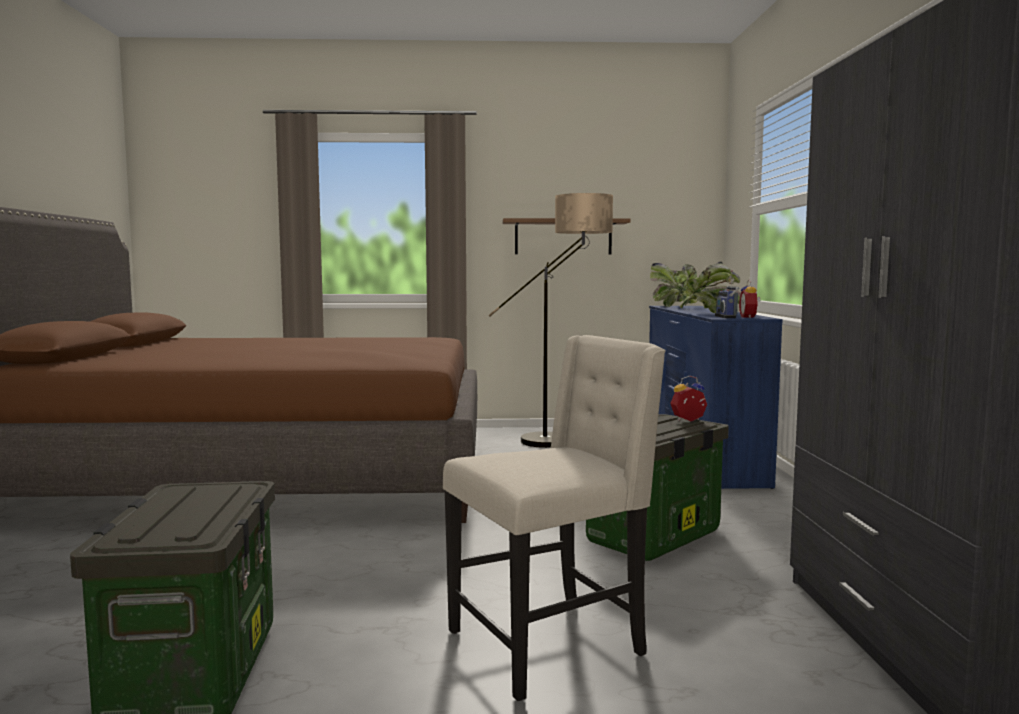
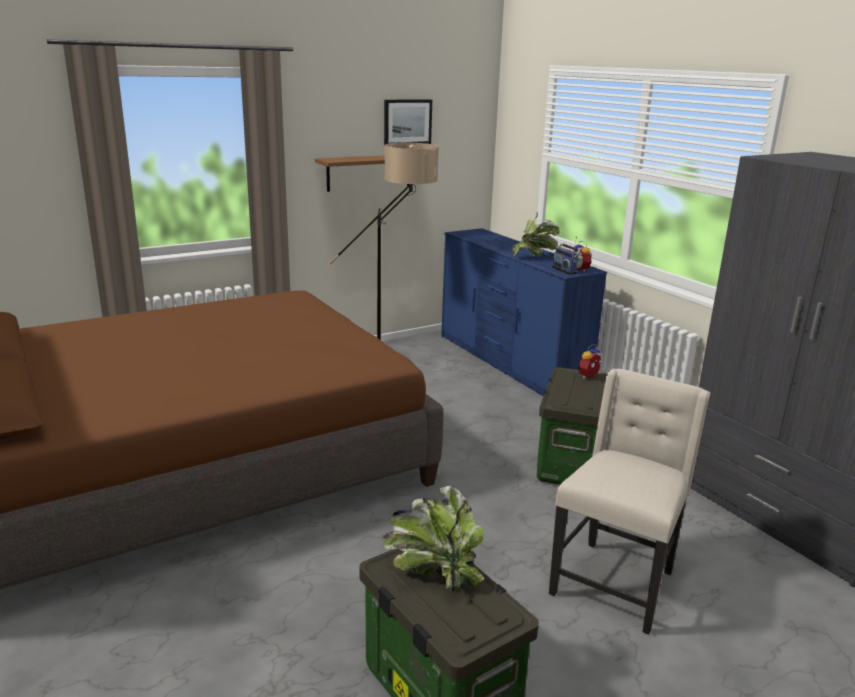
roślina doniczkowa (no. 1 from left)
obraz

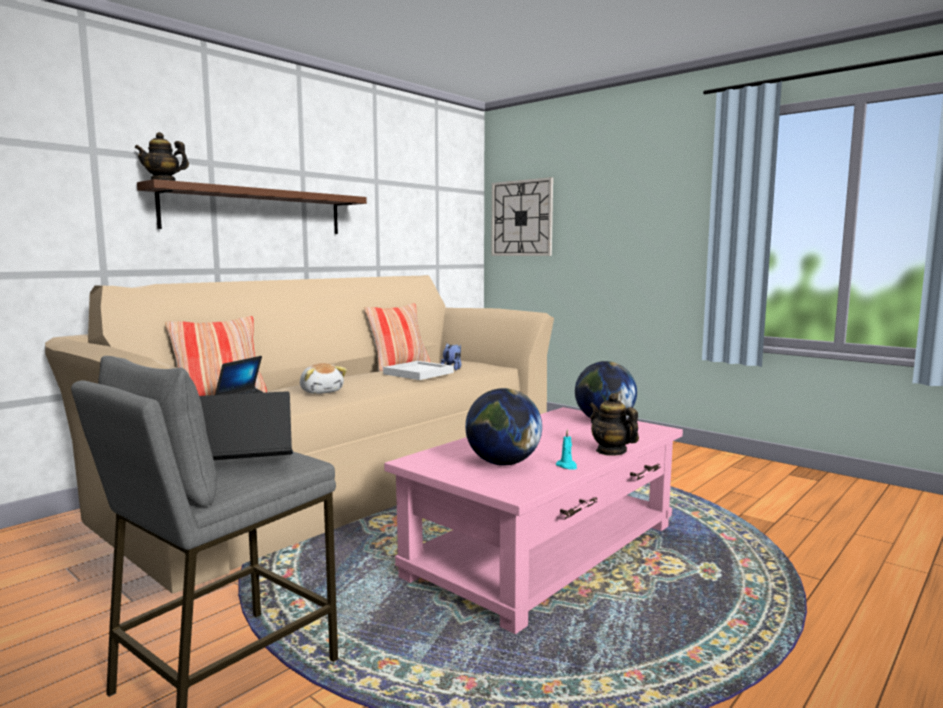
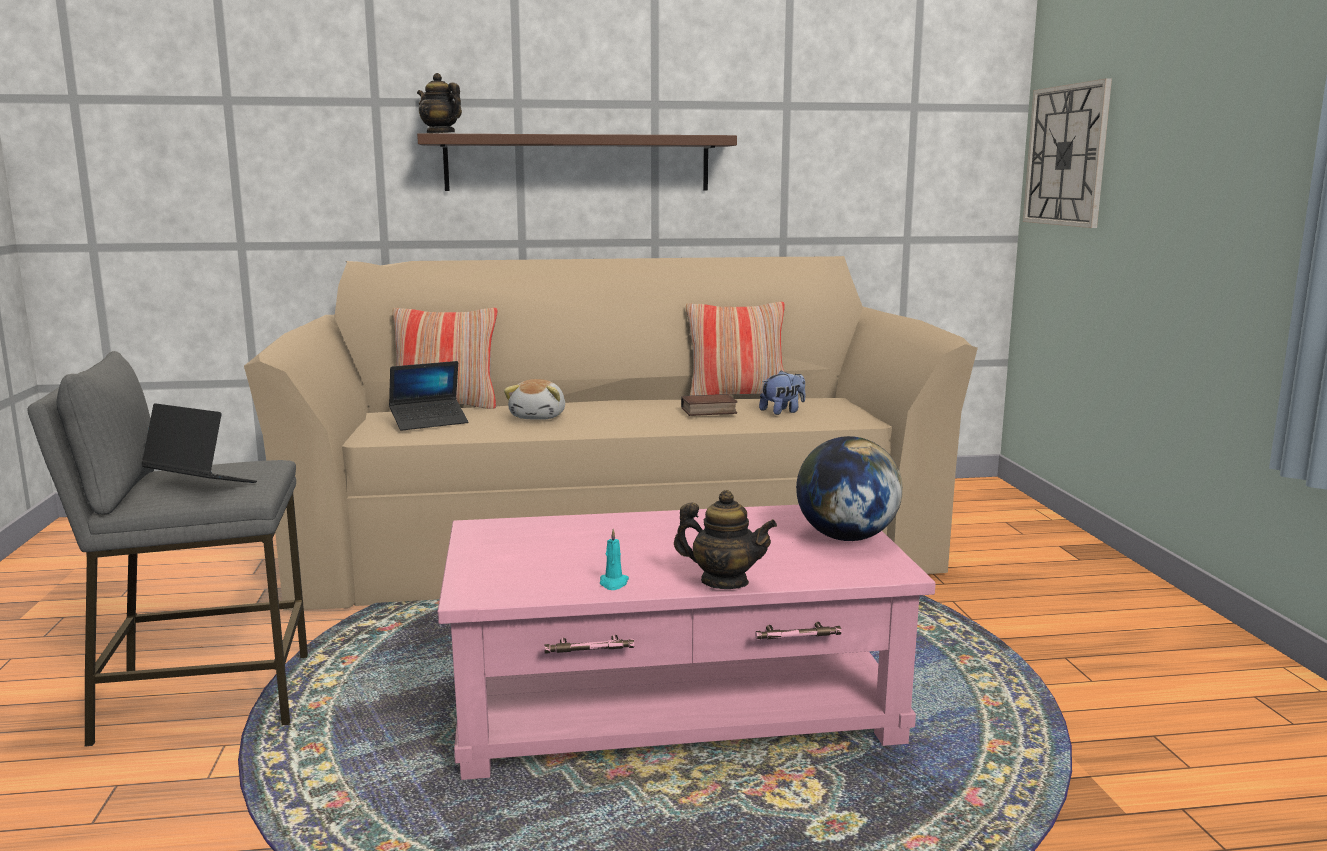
książka
globus (no. 1 from left in the first image)
imbryk (no. 2 from left)

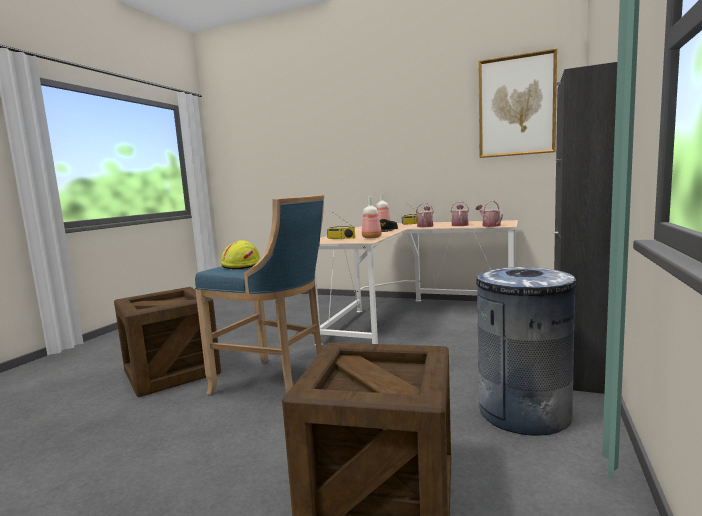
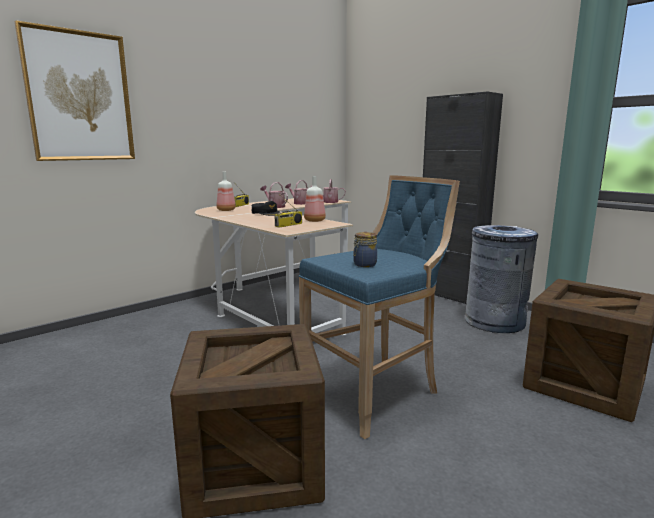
słoik
obraz

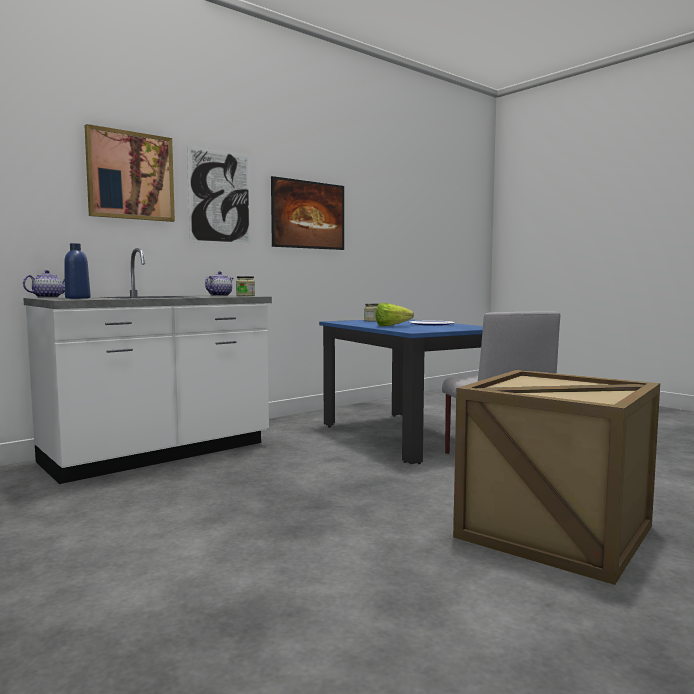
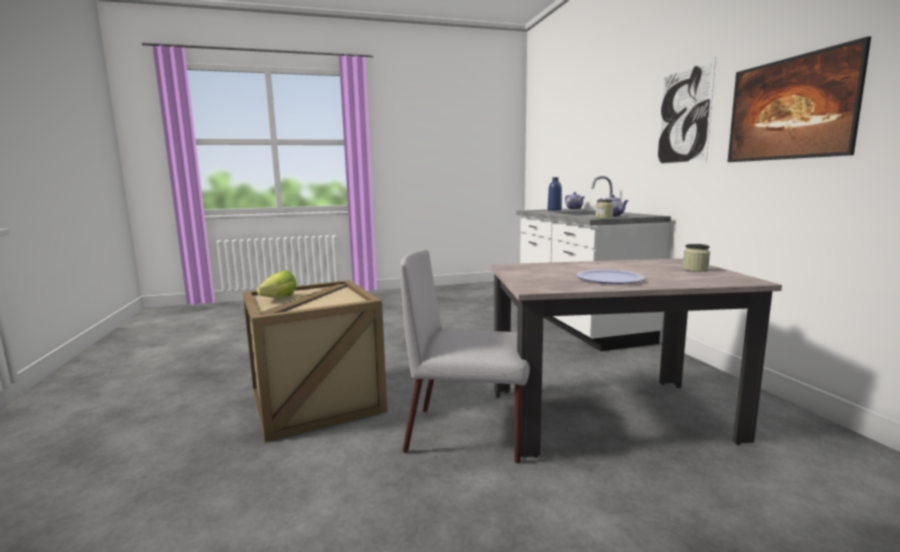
obraz (no. 1 from left in the first image)
stół jadalny [beżowy]
sałata

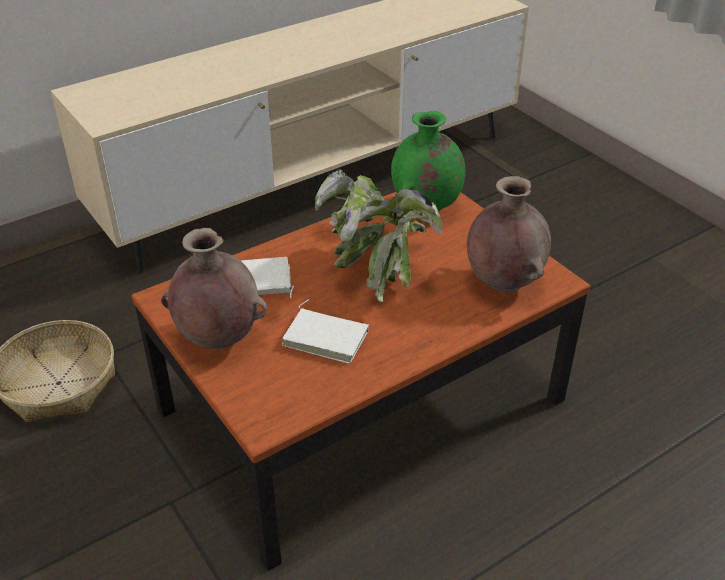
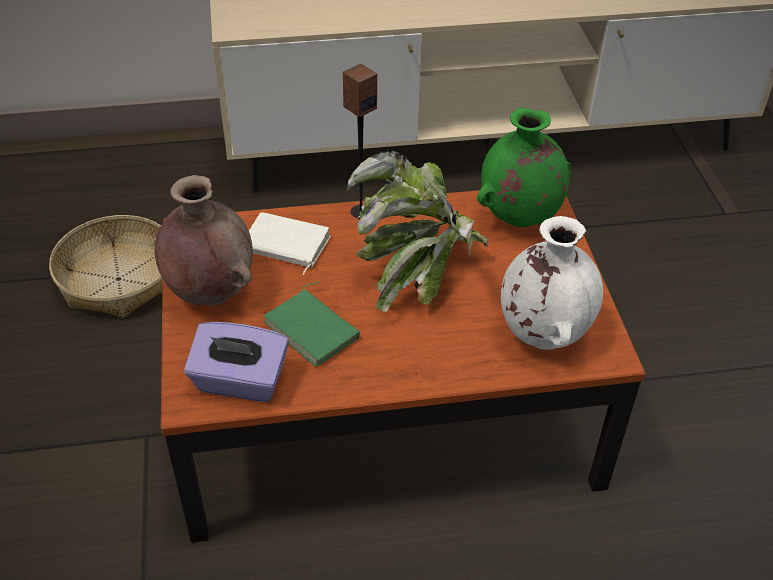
książka [zielony]
wazon [biały]
pudełko chusteczek [fioletowy]
głośnik

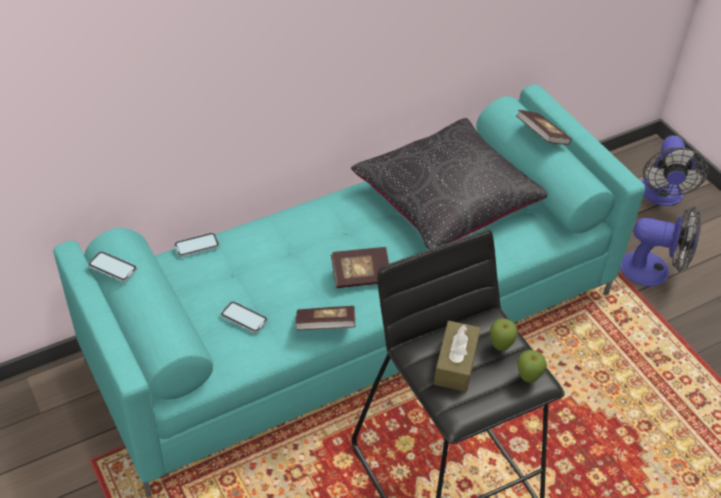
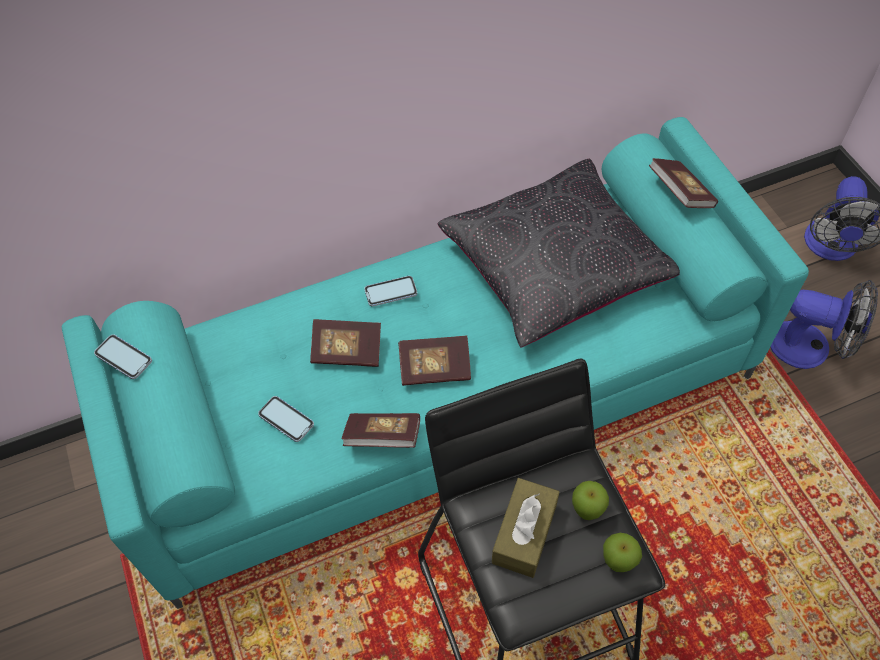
telefon (no. 3 from left)
książka (no. 1 from left)

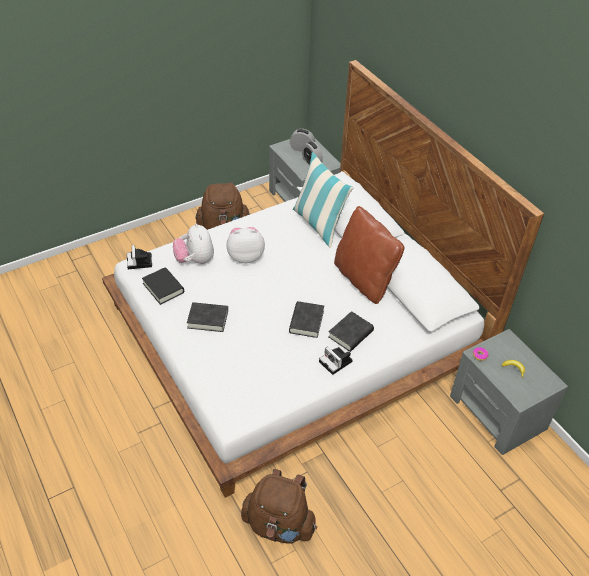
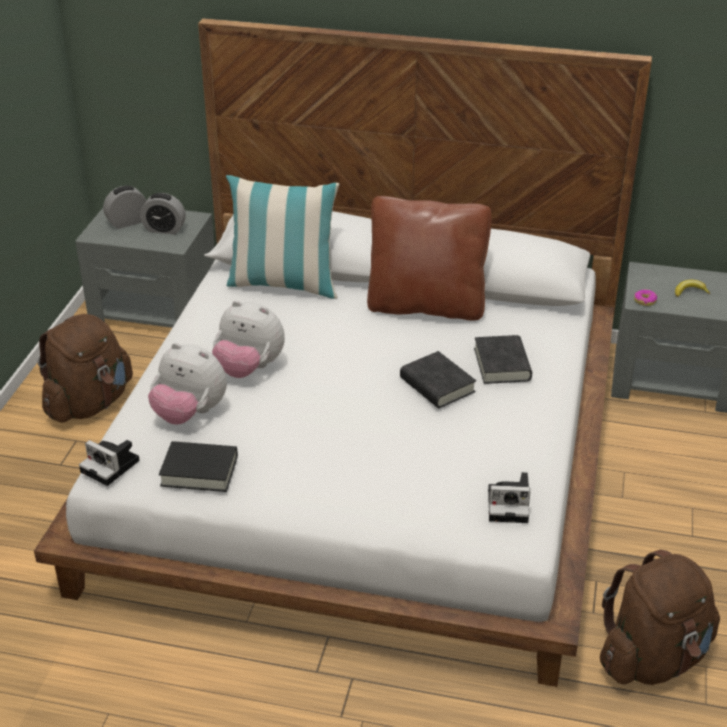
książka [czarny] (no. 2 from left in the first image)
pluszak (no. 2 from left)
aparat fotograficzny (no. 2 from left)

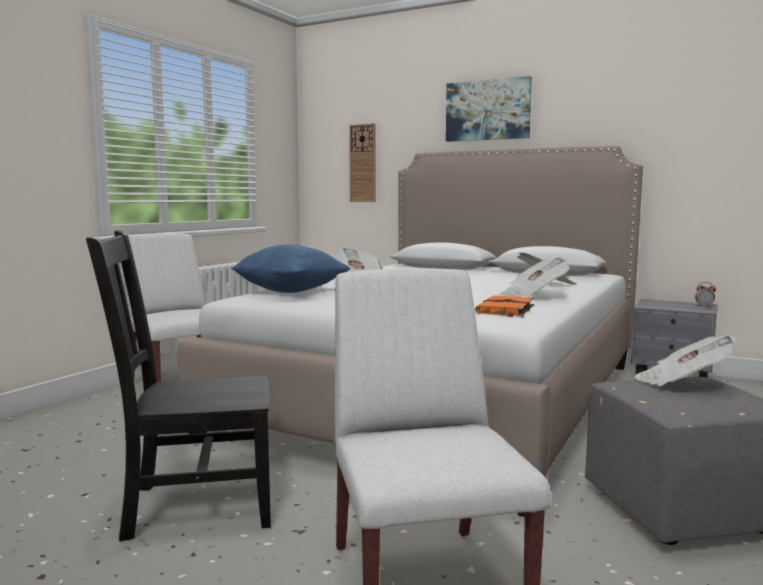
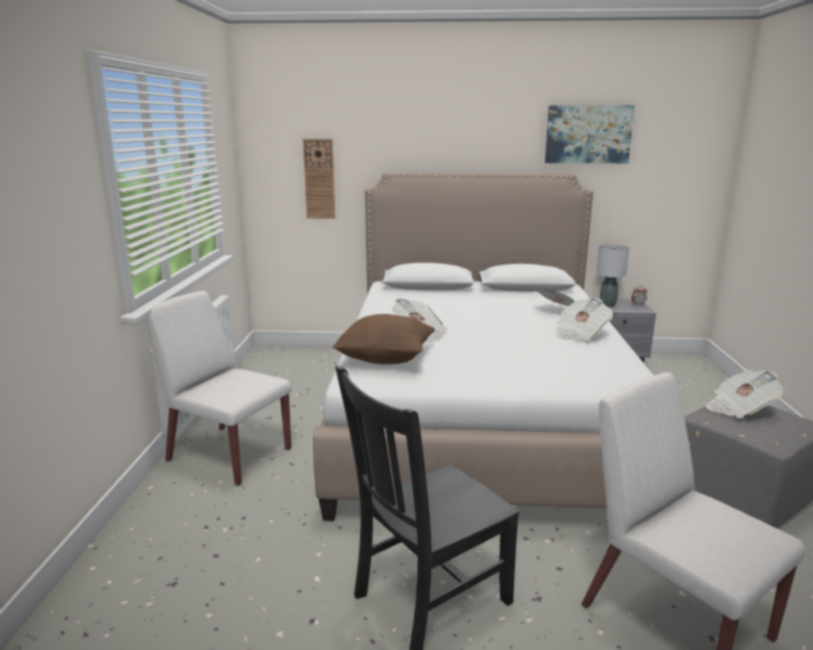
poduszka [brązowy]
obraz
książka [pomarańczowy]
lampa stołowa [szary]

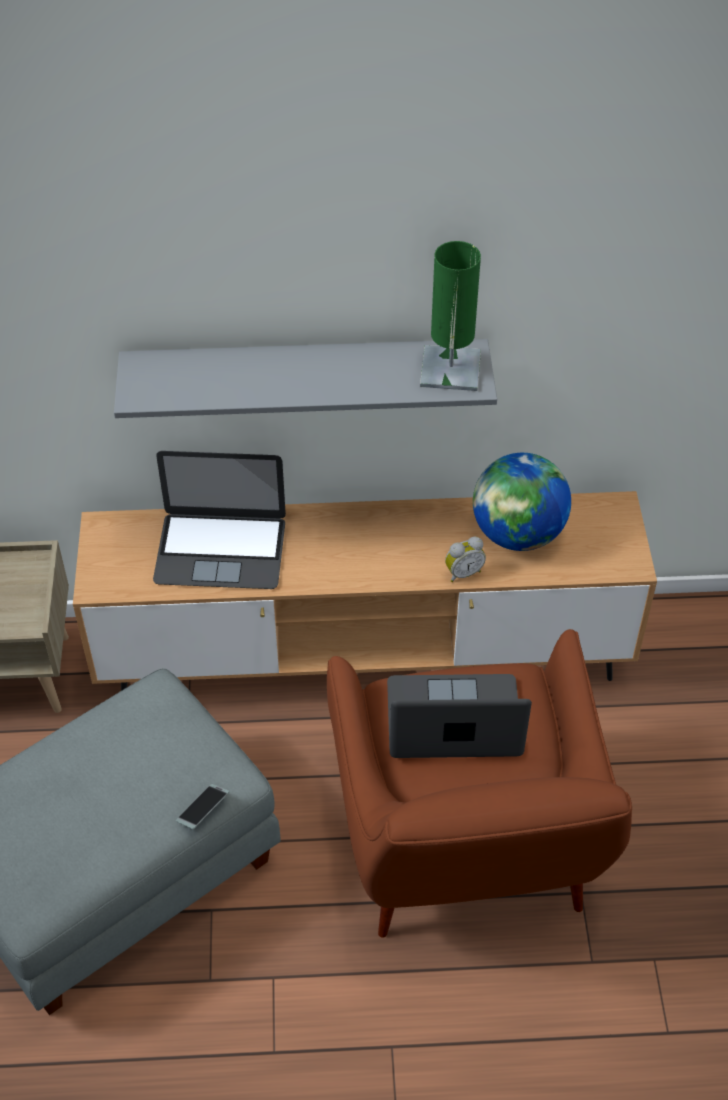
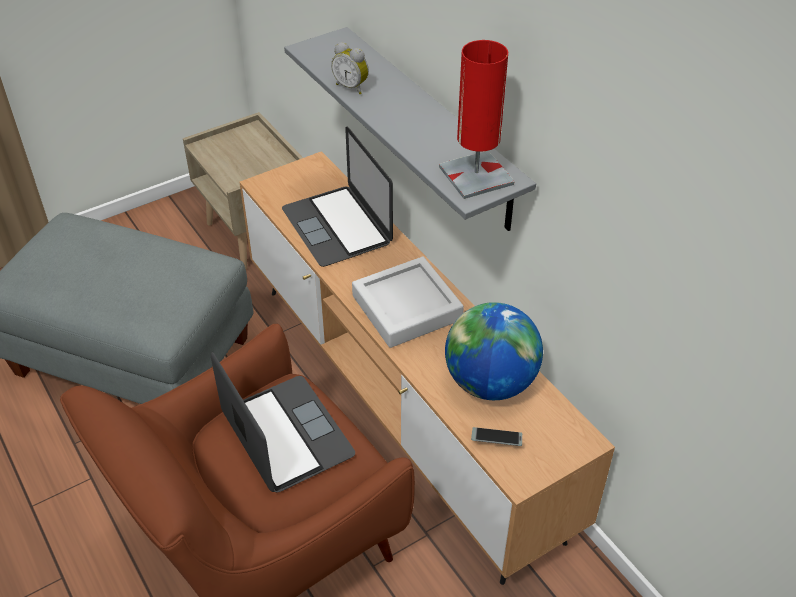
telefon
lampa stołowa [czerwony]
budzik
taca [szary]

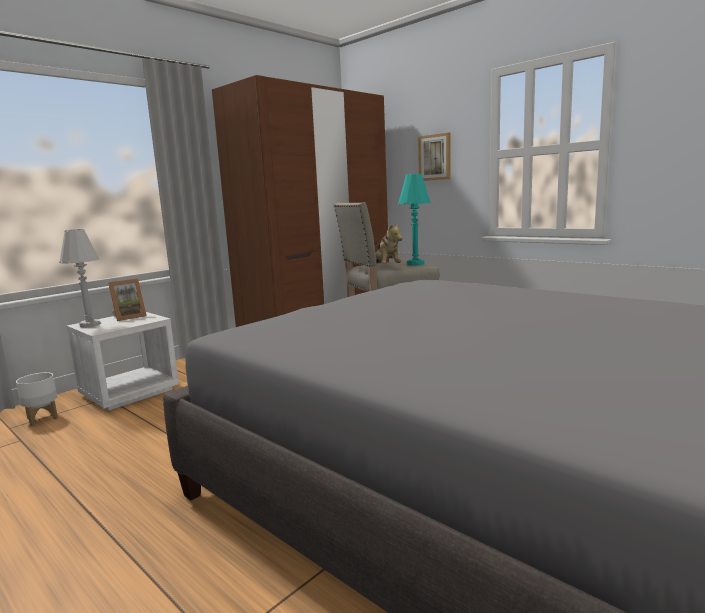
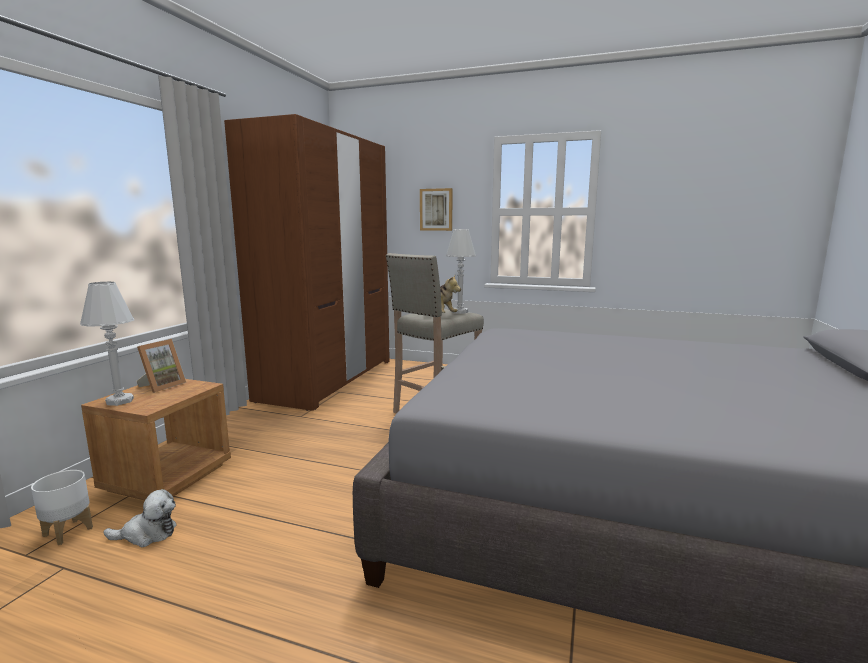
szafka nocna [brązowy]
lampa stołowa [biały] (no. 2 from left)
pluszak (no. 1 from left)

